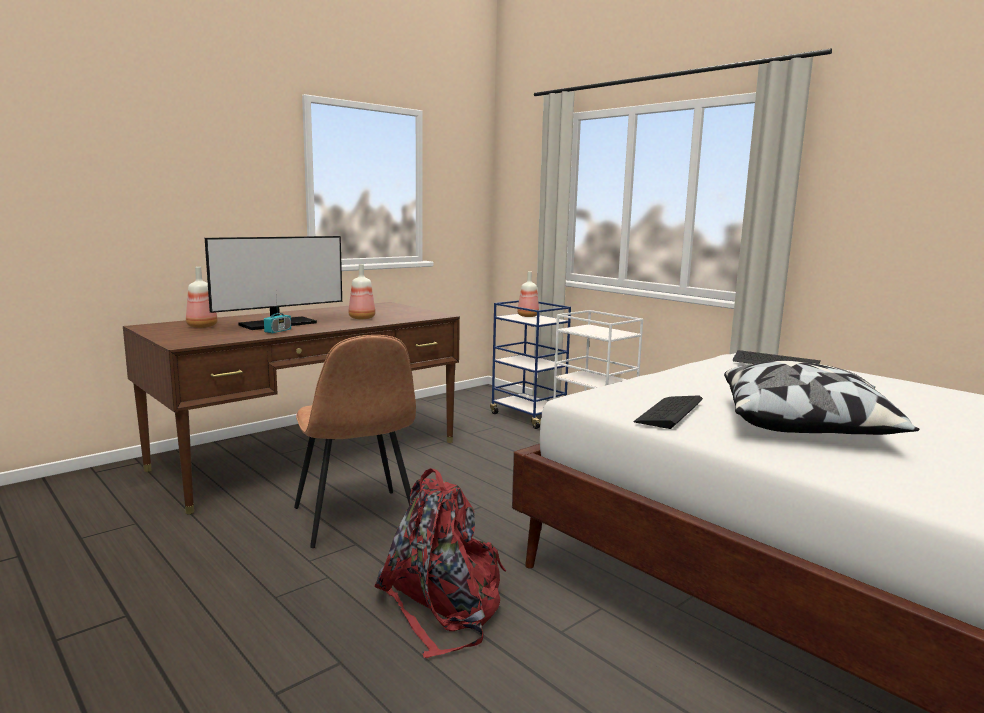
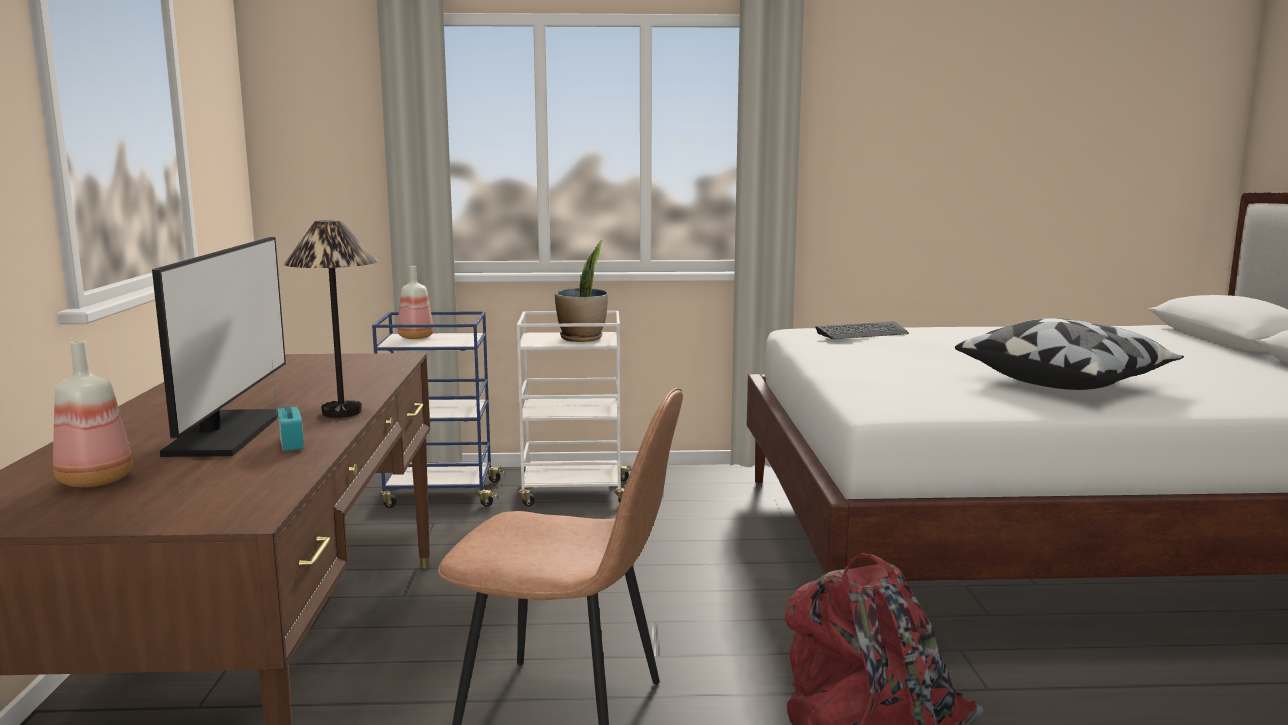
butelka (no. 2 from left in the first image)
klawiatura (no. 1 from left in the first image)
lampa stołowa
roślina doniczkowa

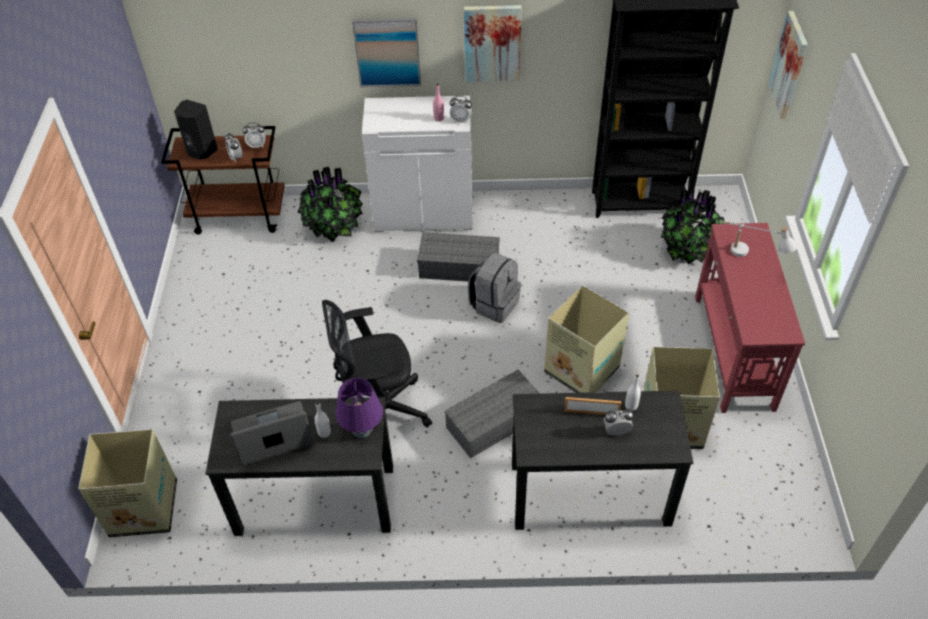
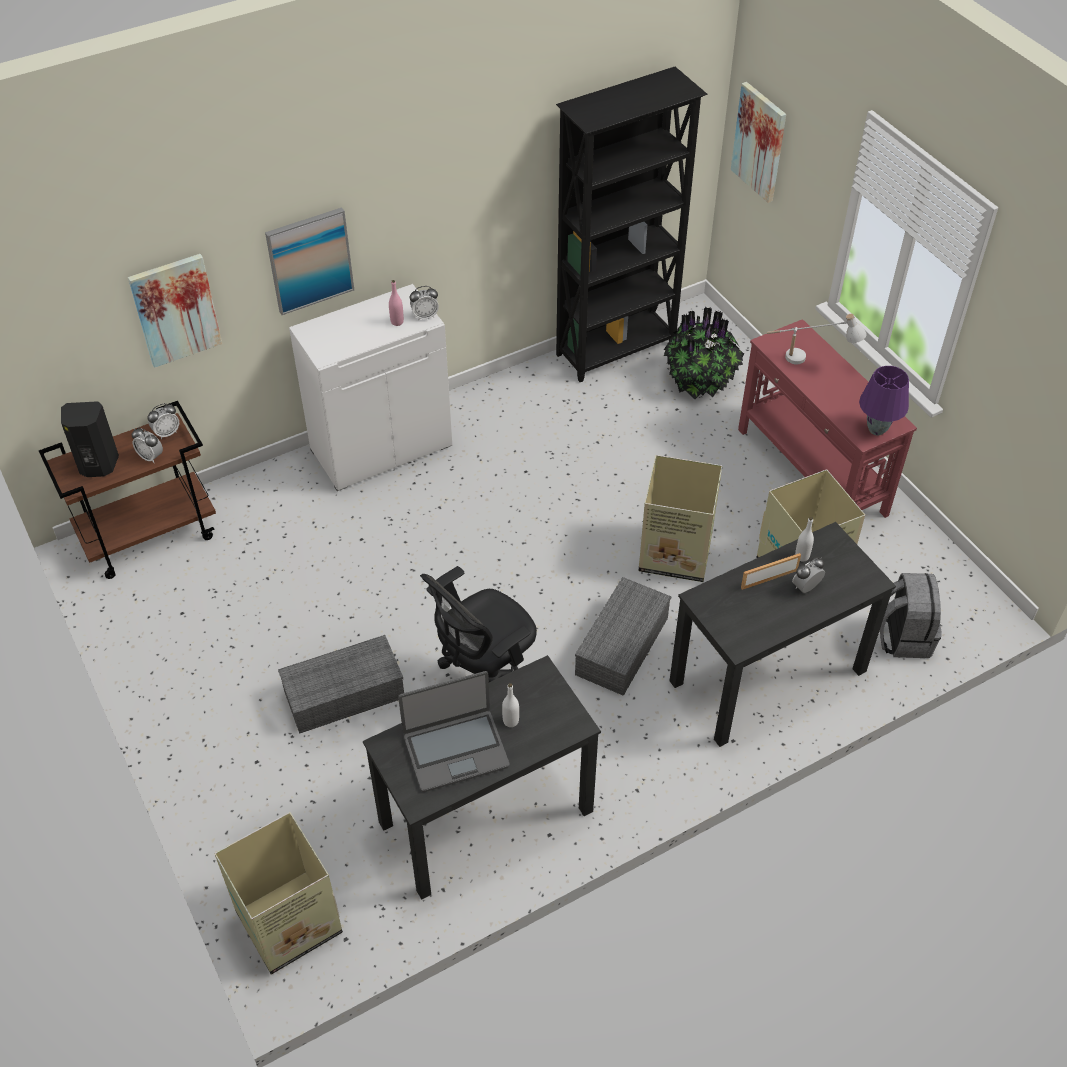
laptop
roślina doniczkowa (no. 1 from left in the first image)
lampa stołowa [fioletowy]
pojemnik do przechowywania [szary] (no. 1 from left)
obraz (no. 1 from left)
plecak [szary]

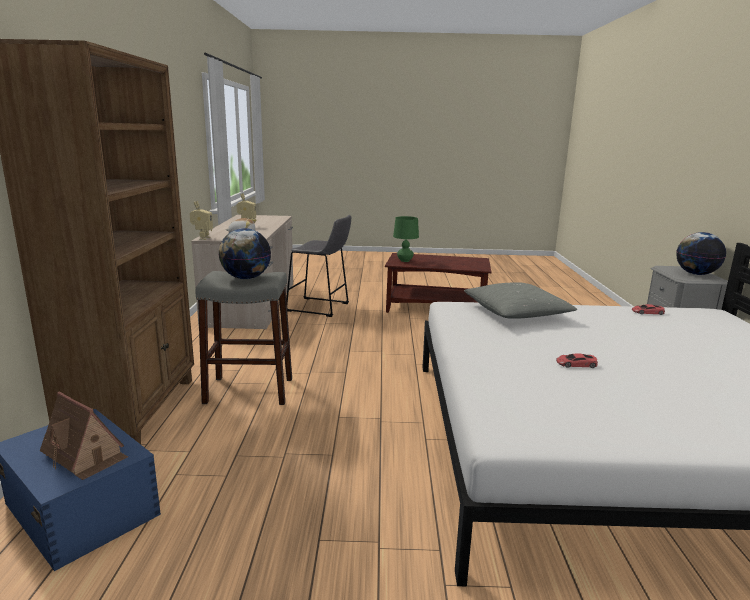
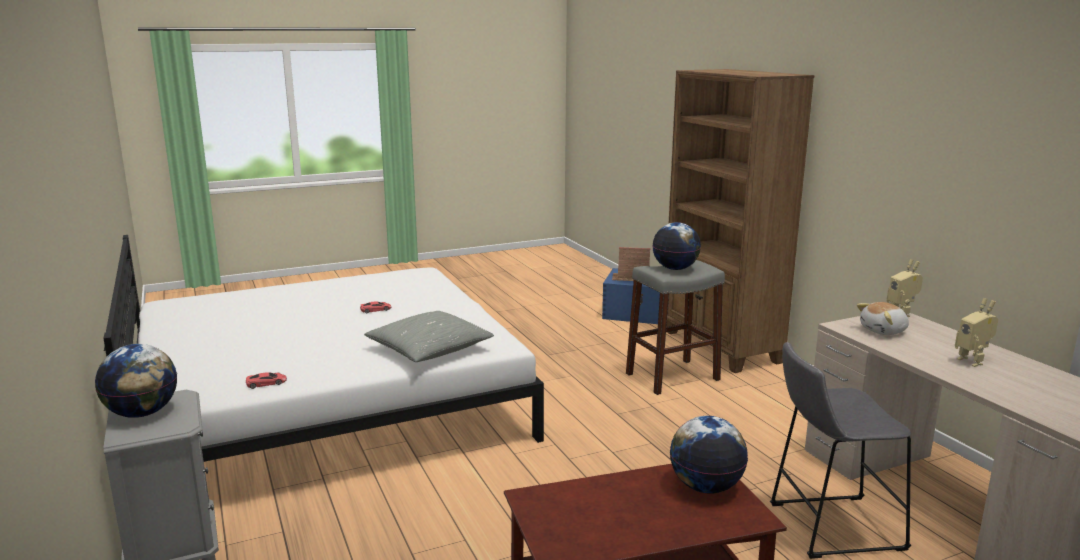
globus (no. 3 from left)

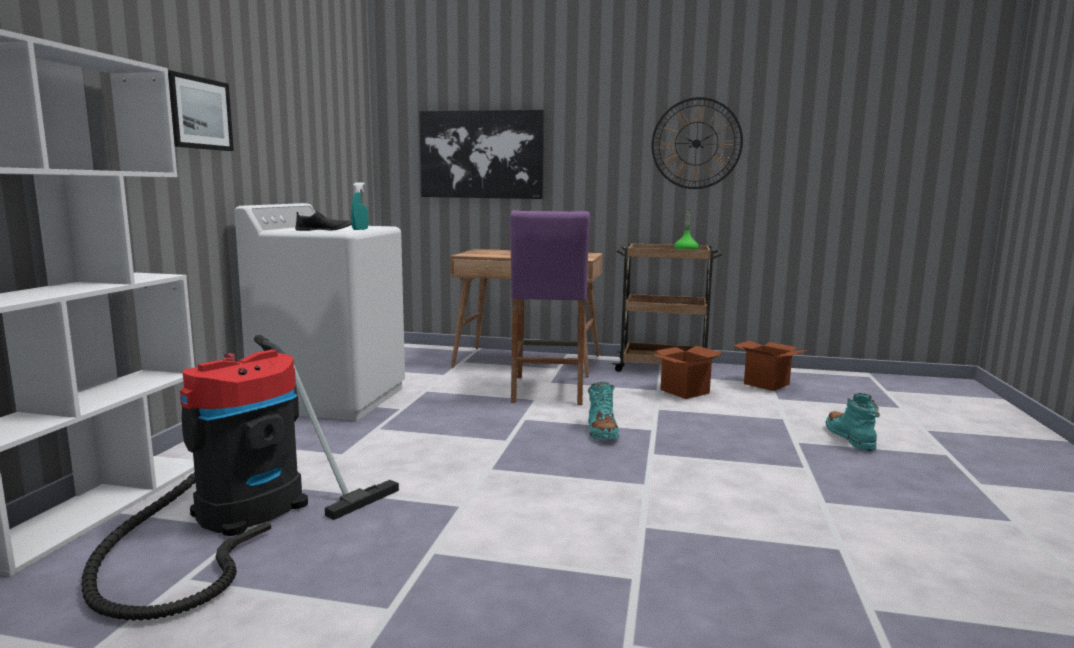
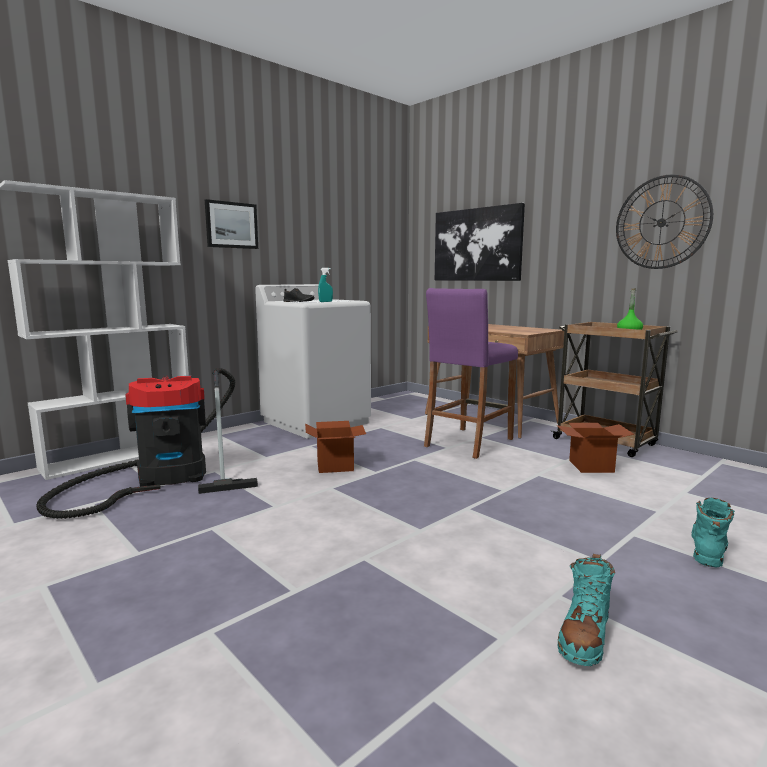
but z cholewką [turkusowy] (no. 1 from left)
karton (no. 1 from left)

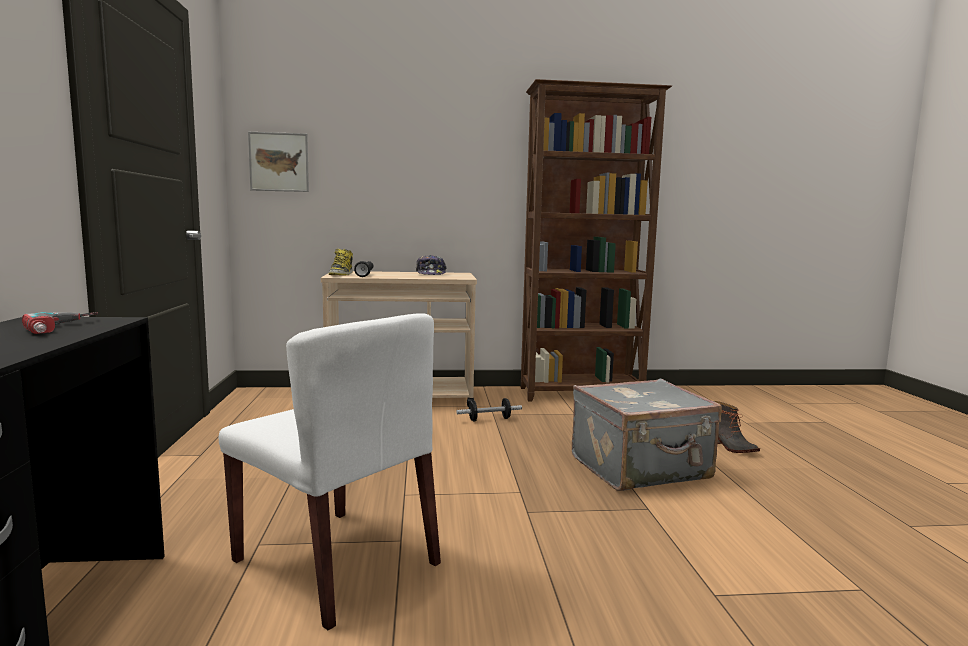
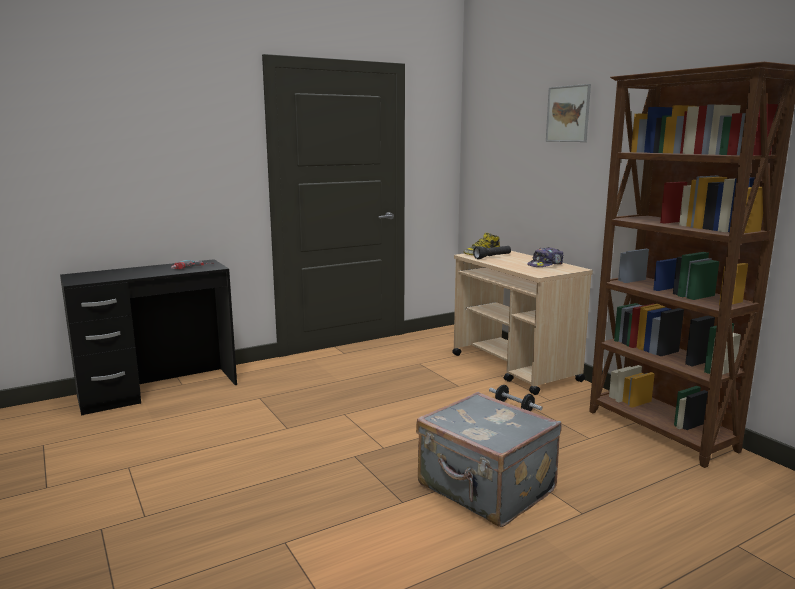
krzesło [biały]
obraz
but z cholewką (no. 2 from left in the first image)

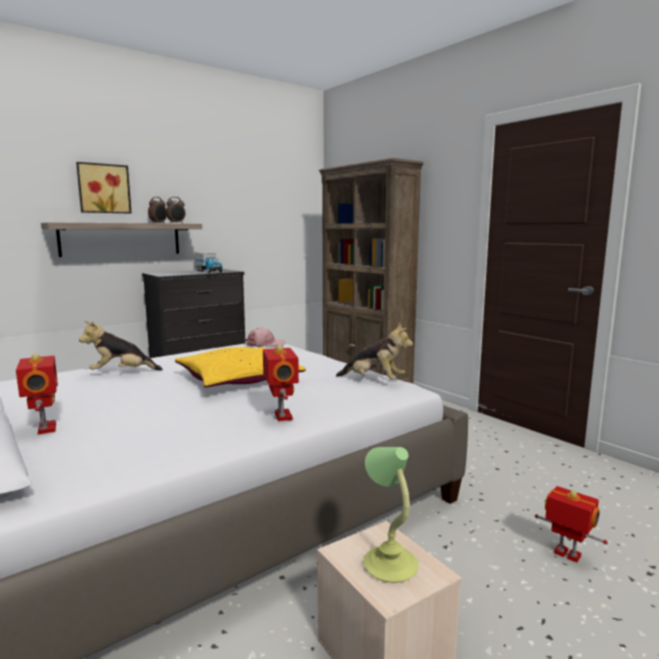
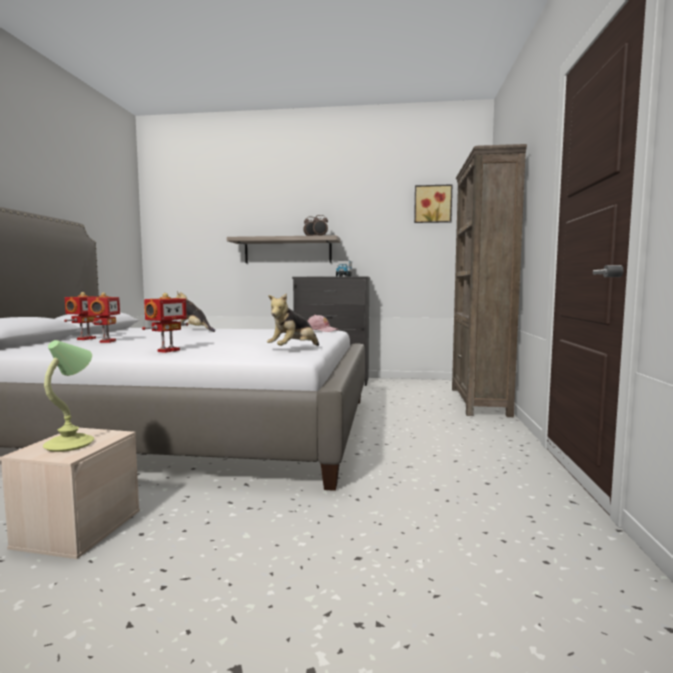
obraz
poduszka [żółty]
pluszak (no. 2 from left)
robot zabawkowy (no. 2 from left)

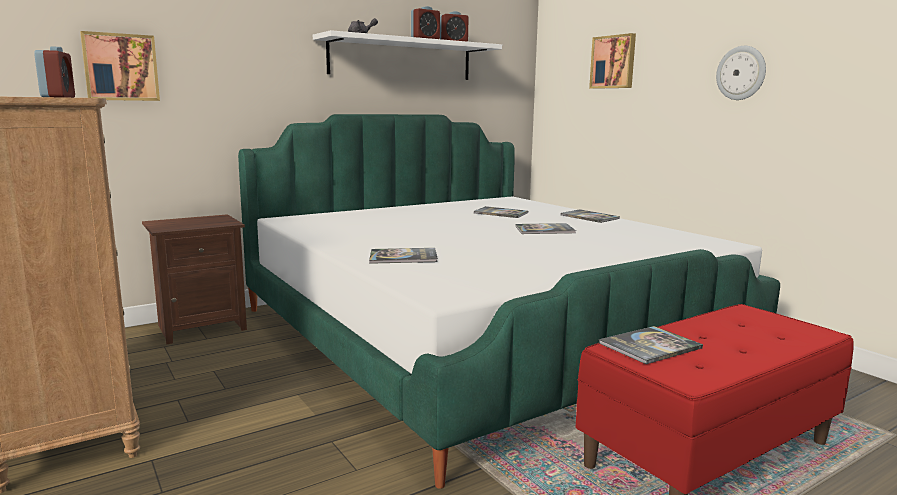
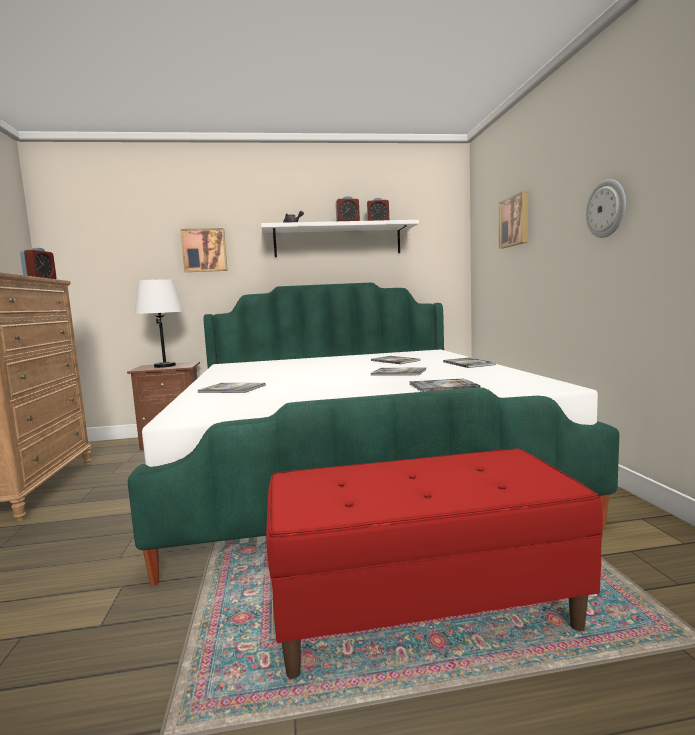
obraz (no. 1 from left)
książka (no. 4 from left)
lampa stołowa [biały]

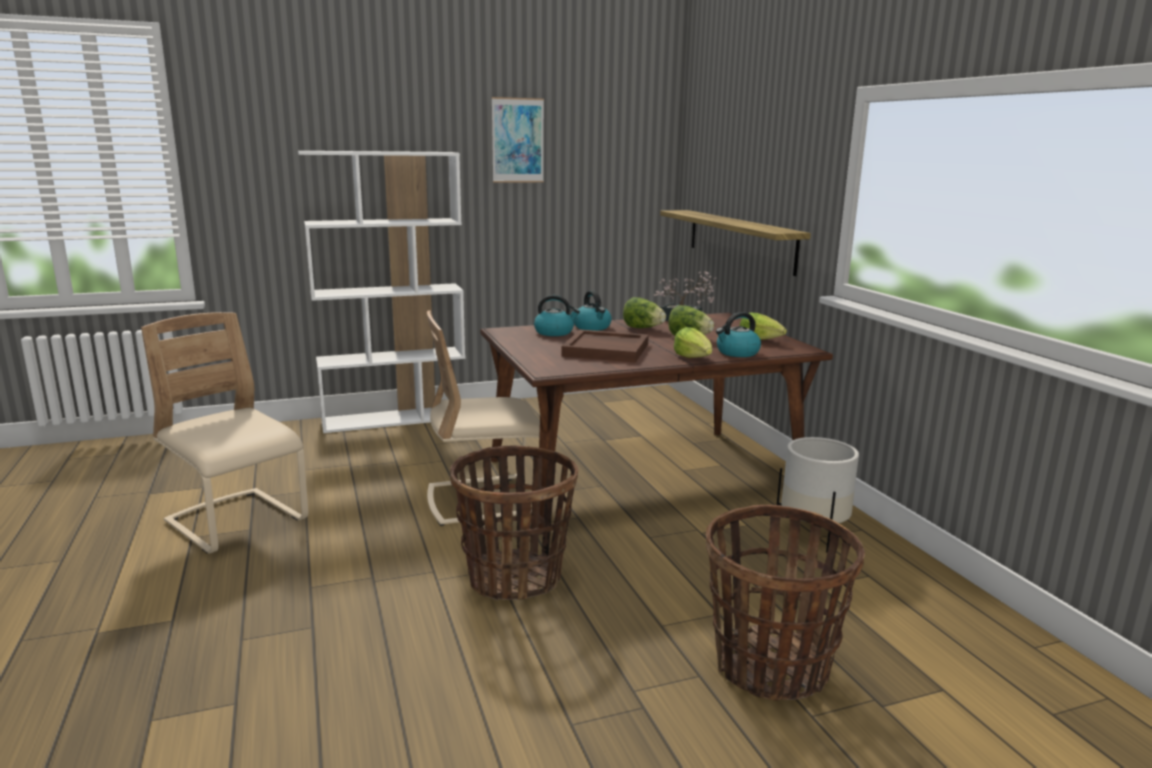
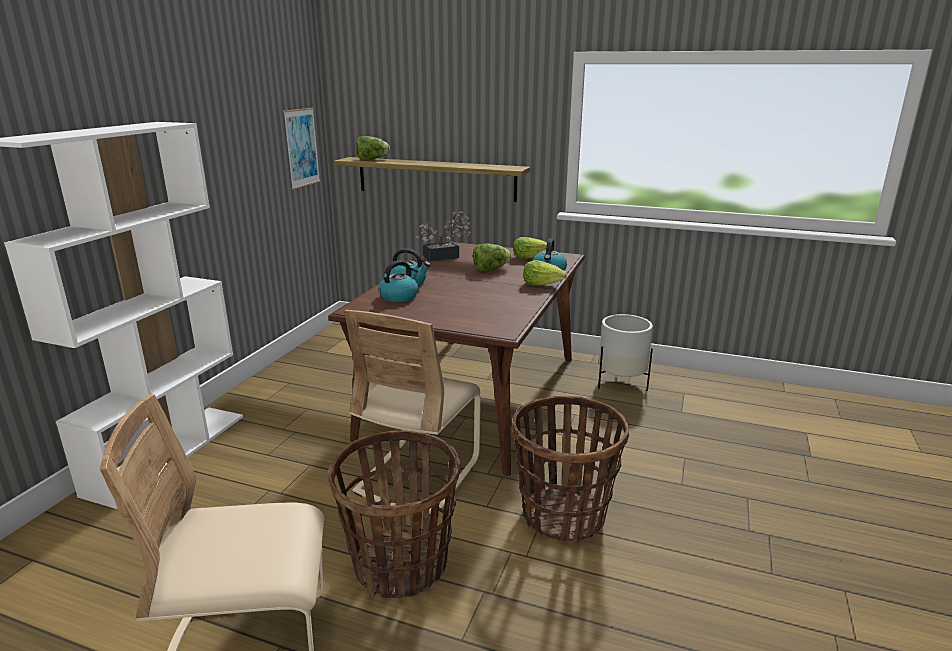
obraz
taca [brązowy]
sałata (no. 1 from left)
koszyk (no. 1 from left)

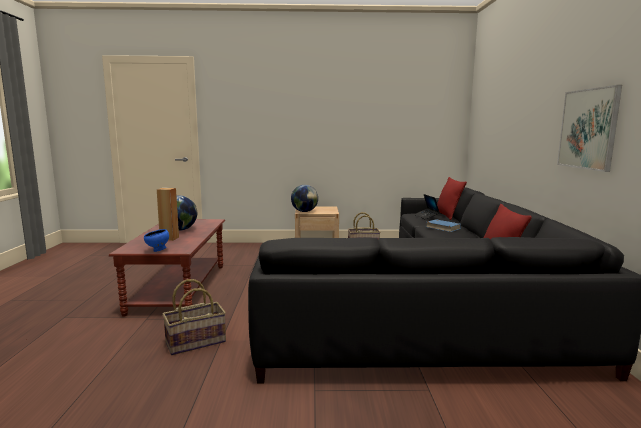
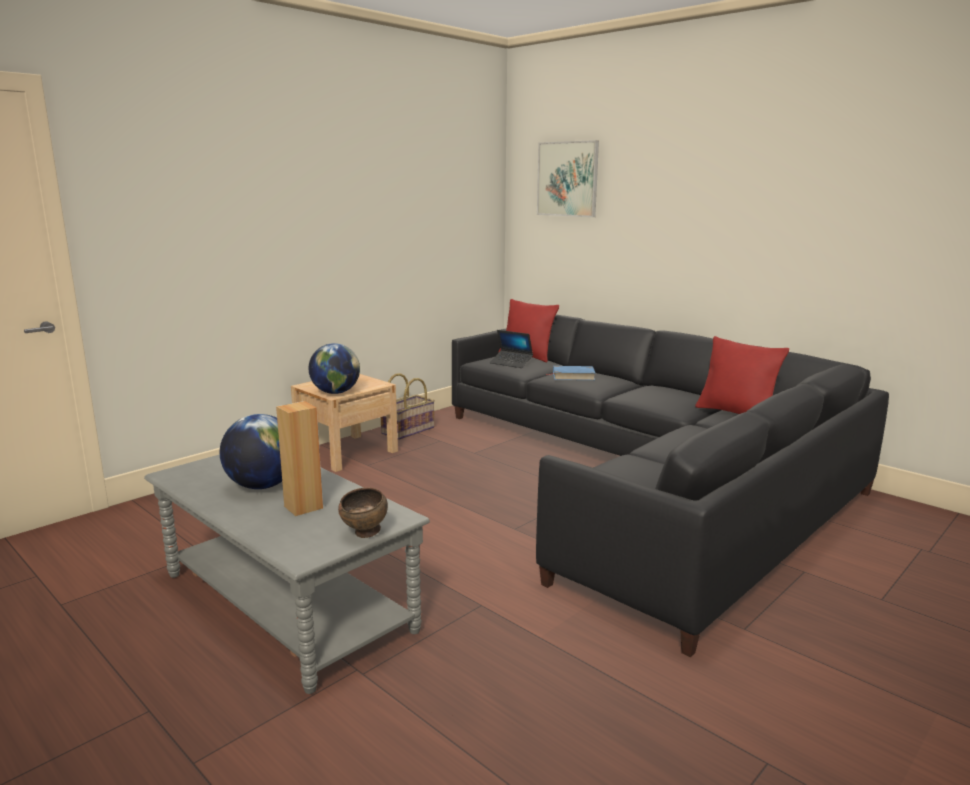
ława [szary]
miska [brązowy]
koszyk (no. 1 from left in the first image)
obraz

